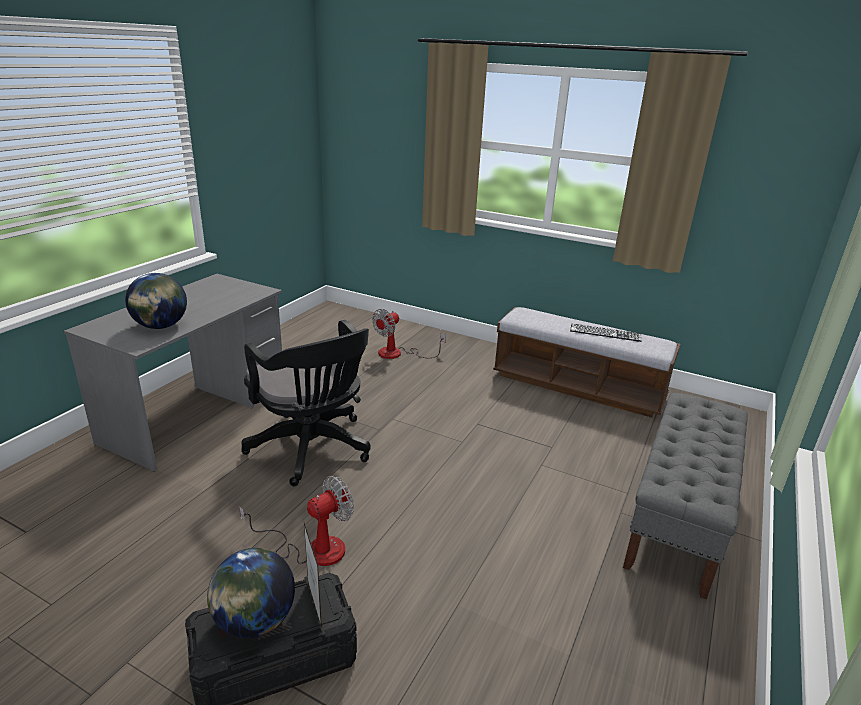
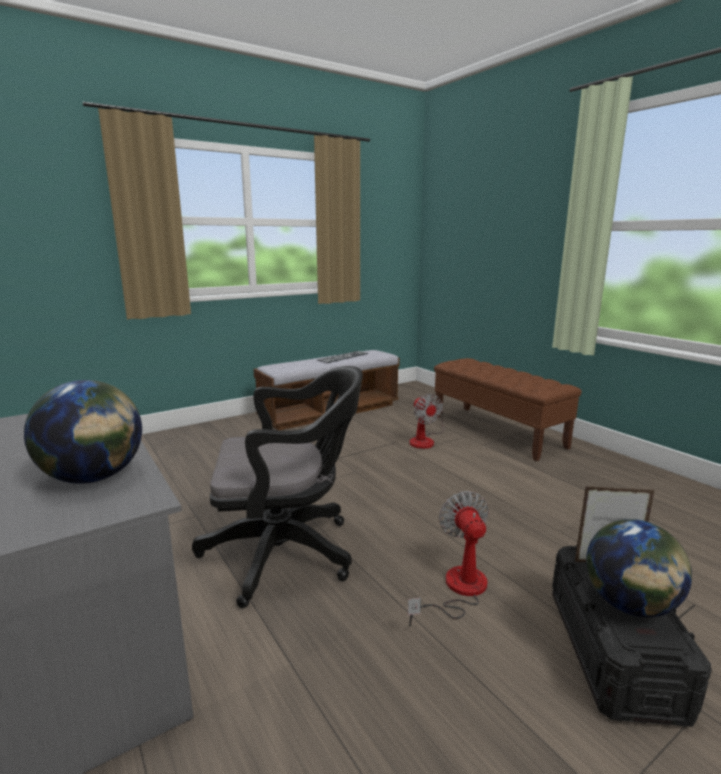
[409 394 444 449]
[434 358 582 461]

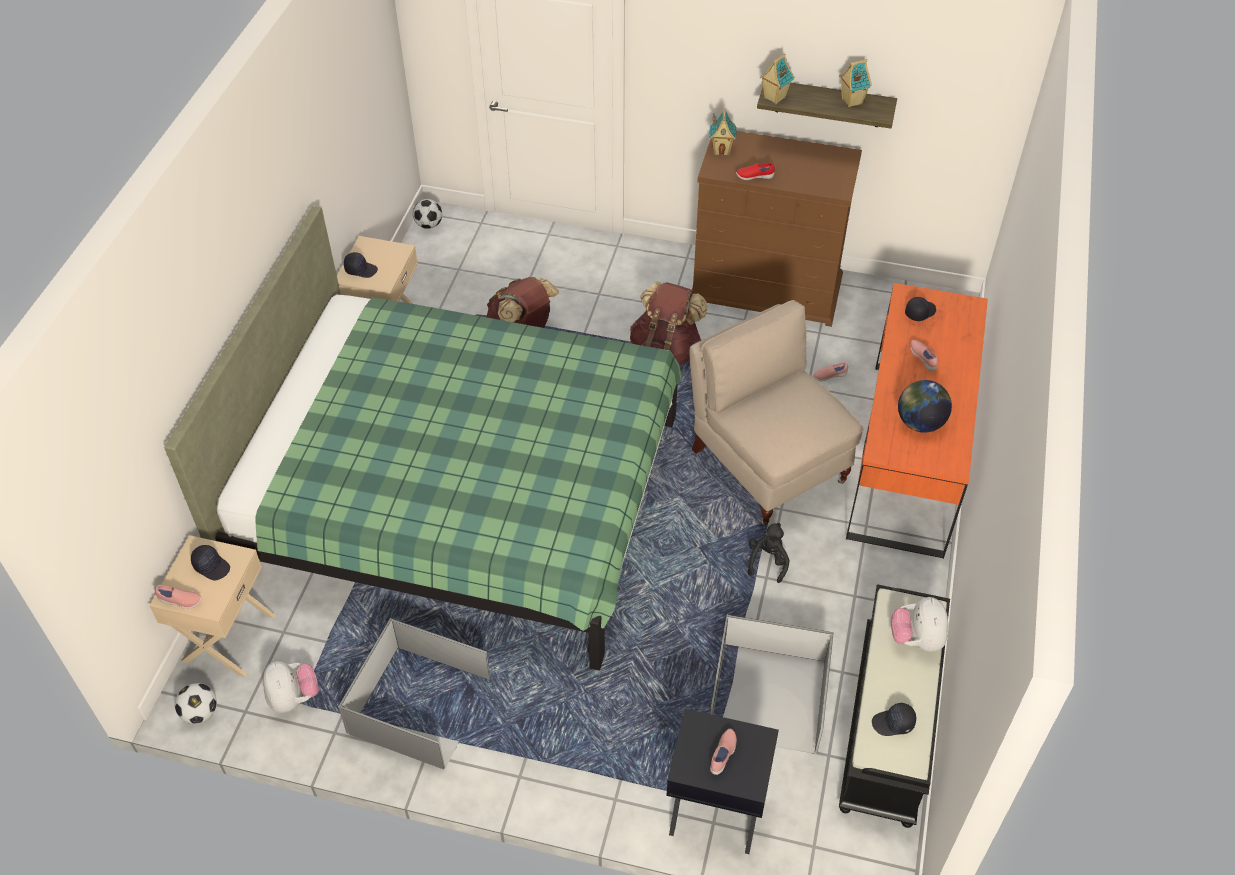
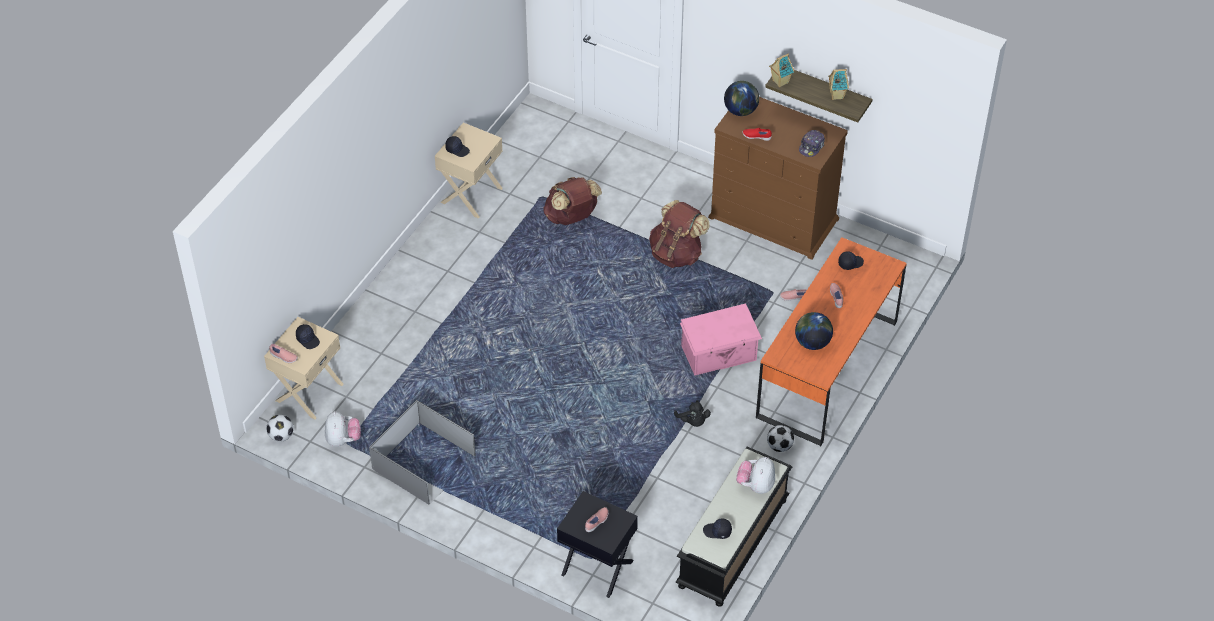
[164 206 682 670] (first image)
[767 425 794 452]
[680 303 762 376]
[724 81 759 116]
[710 615 834 754] (first image)
[674 400 711 427]
[799 130 825 157]

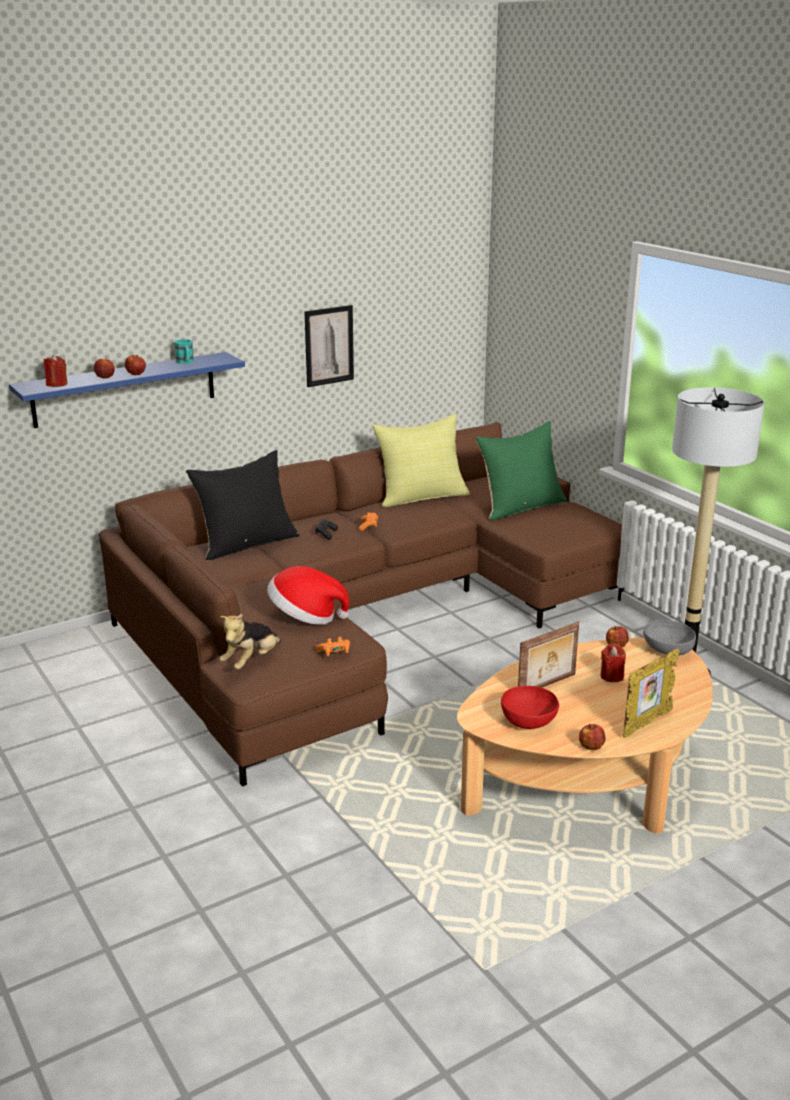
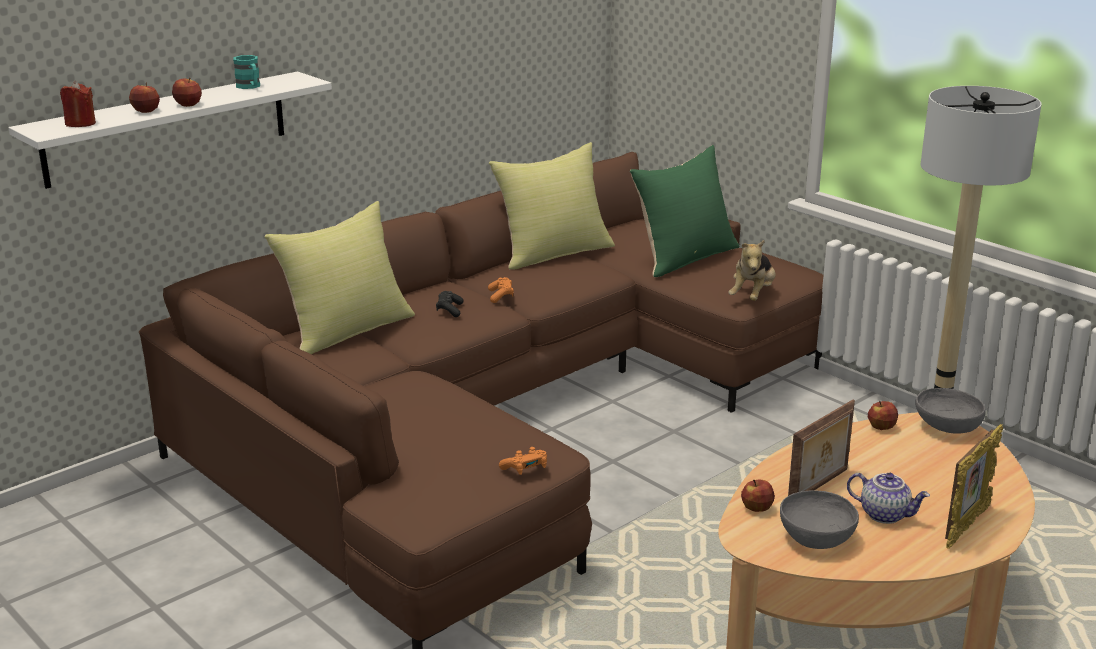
[9 72 332 189]
[264 201 415 354]
[728 240 776 301]
[267 566 349 625] (first image)
[304 305 354 387] (first image)
[780 490 859 549]
[741 479 775 512]
[600 643 626 682] (first image)
[847 473 930 524]

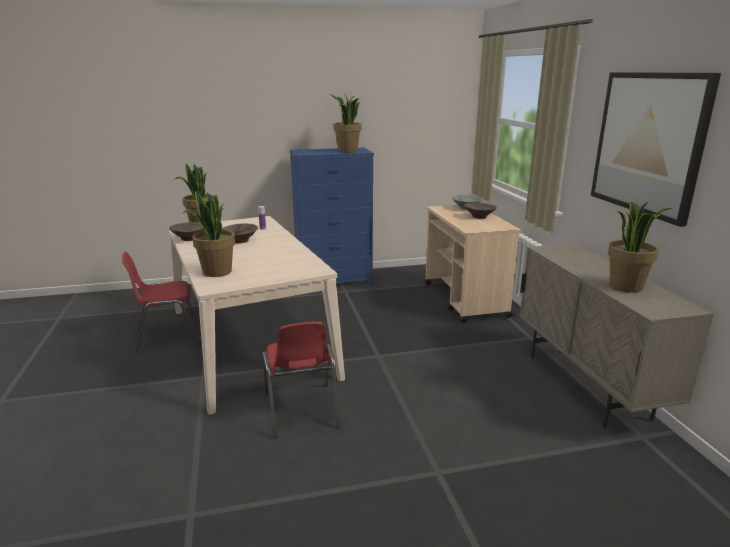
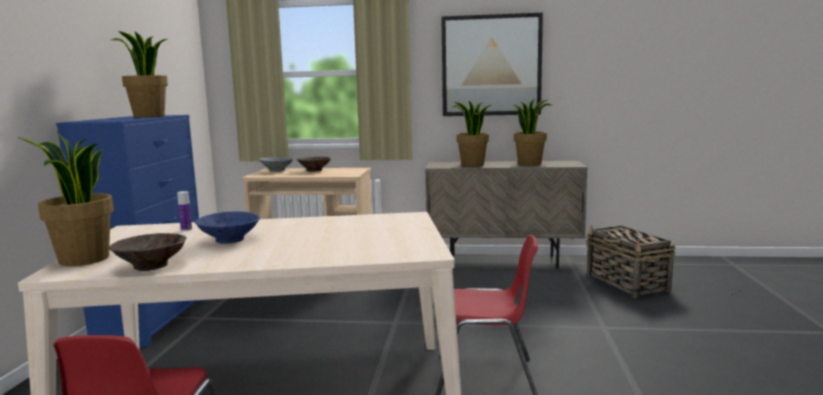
[453 101 492 167]
[195 211 260 244]
[586 225 676 298]

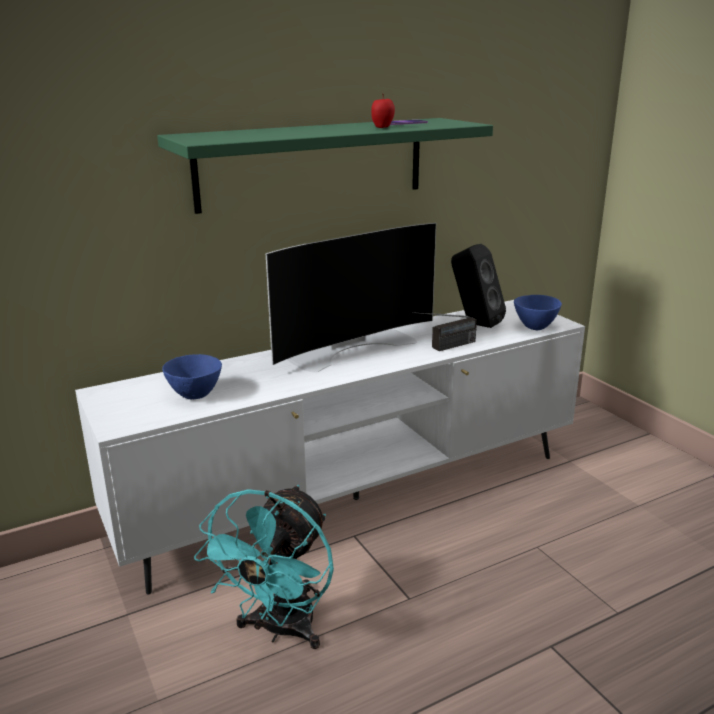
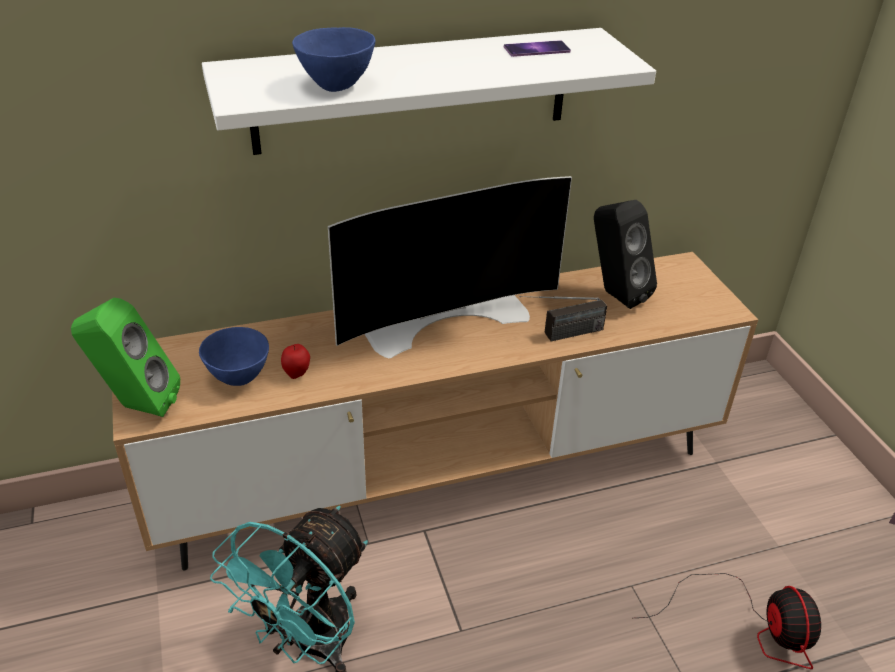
[112 252 758 570]
[202 28 656 155]
[281 344 310 379]
[292 27 375 92]
[71 298 180 417]
[637 573 821 669]

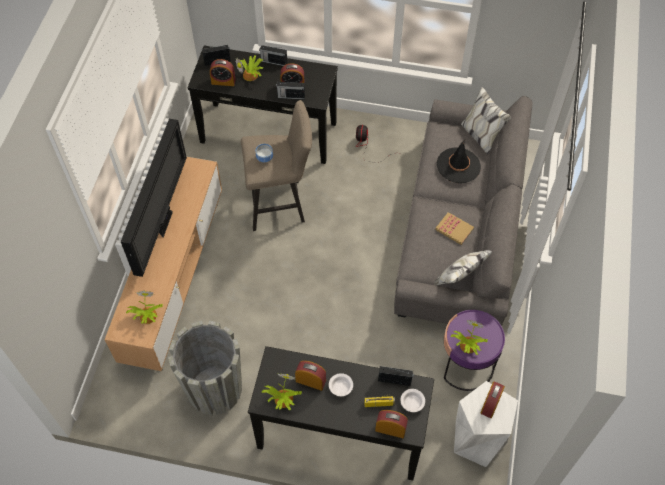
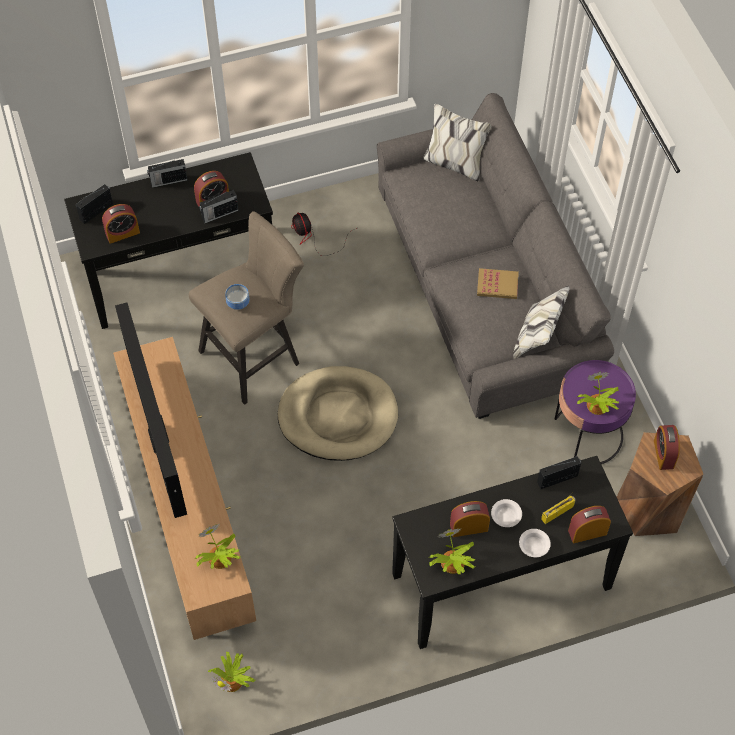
[168 320 242 415] (first image)
[208 652 255 692]
[519 529 551 557]
[437 140 481 183] (first image)
[617 432 704 536]
[278 366 398 461]

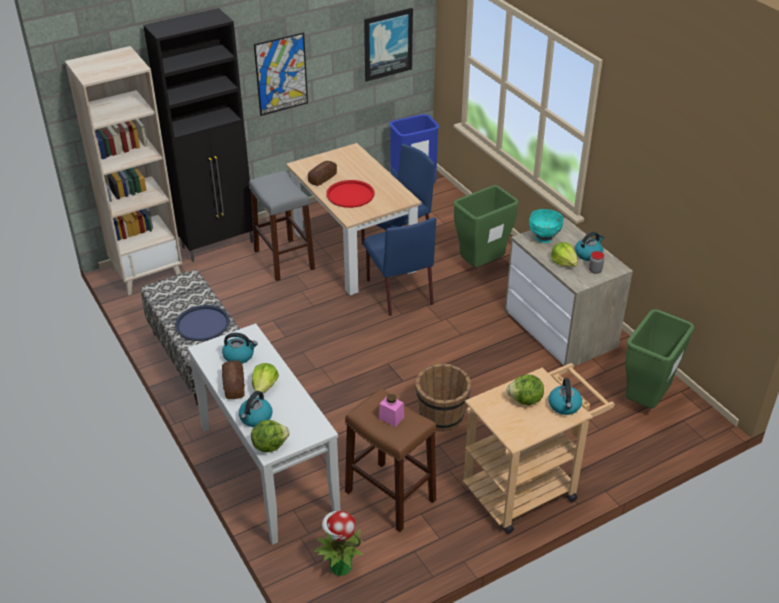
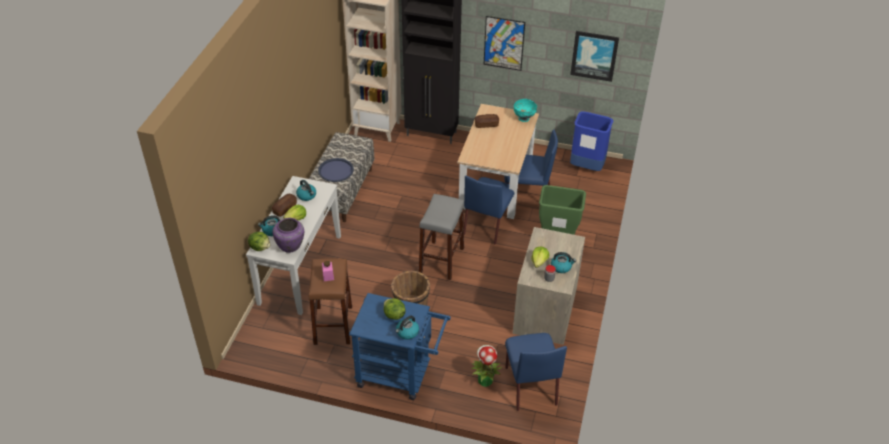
[419 194 465 280]
[471 345 503 387]
[326 180 375 208] (first image)
[349 293 451 400]
[514 99 537 122]
[505 333 567 411]
[273 218 304 253]

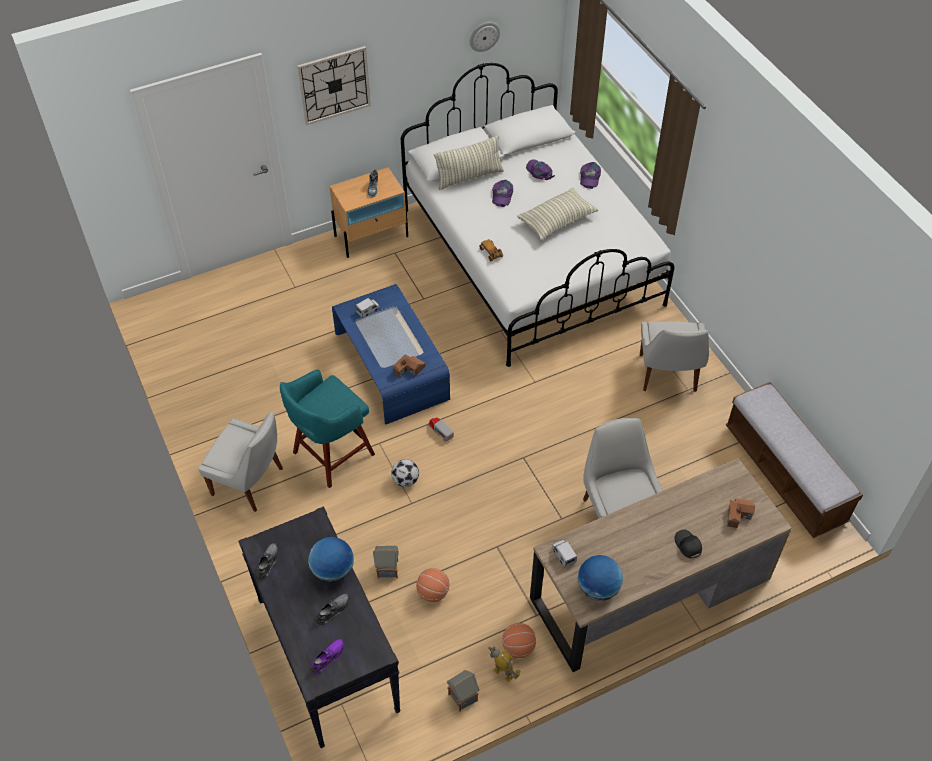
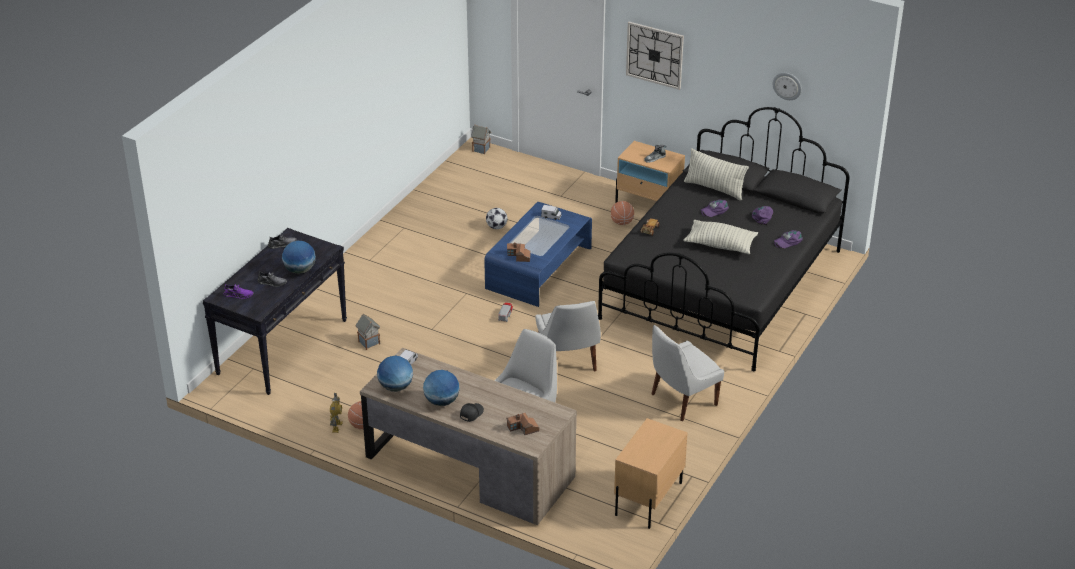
[535 301 601 371]
[280 369 375 488] (first image)
[486 208 507 229]
[598 107 849 371]
[611 201 634 225]
[471 125 491 154]
[614 418 688 529]
[423 370 460 406]

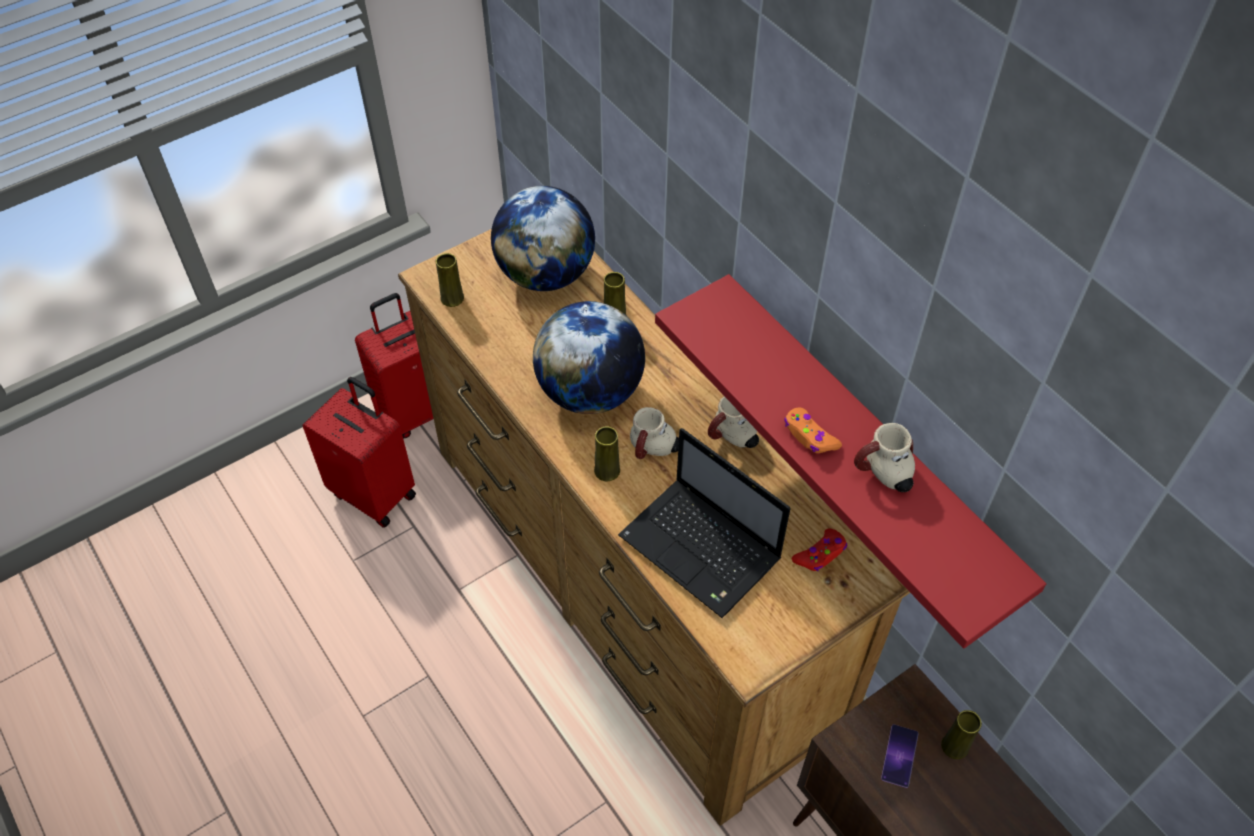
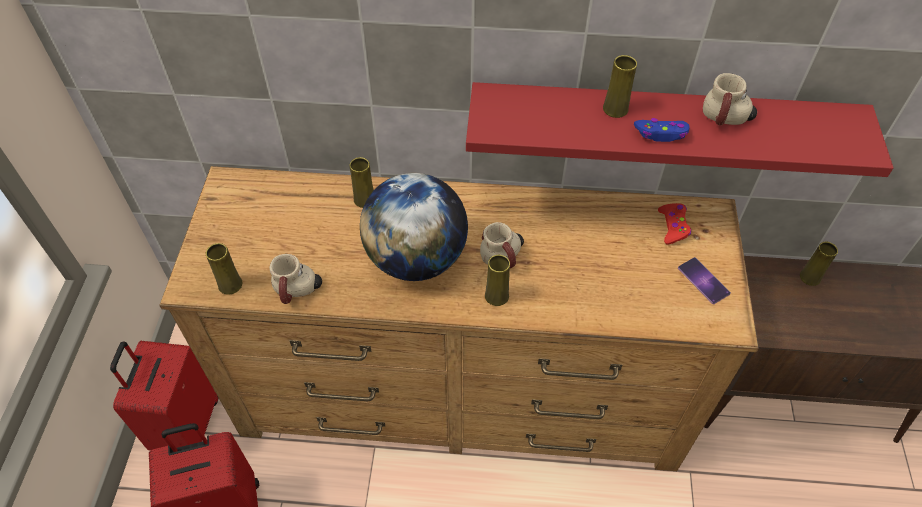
[491 186 595 291] (first image)
[618 428 791 618] (first image)
[270 254 322 304]
[634 118 690 142]
[678 257 731 304]
[603 55 637 118]

